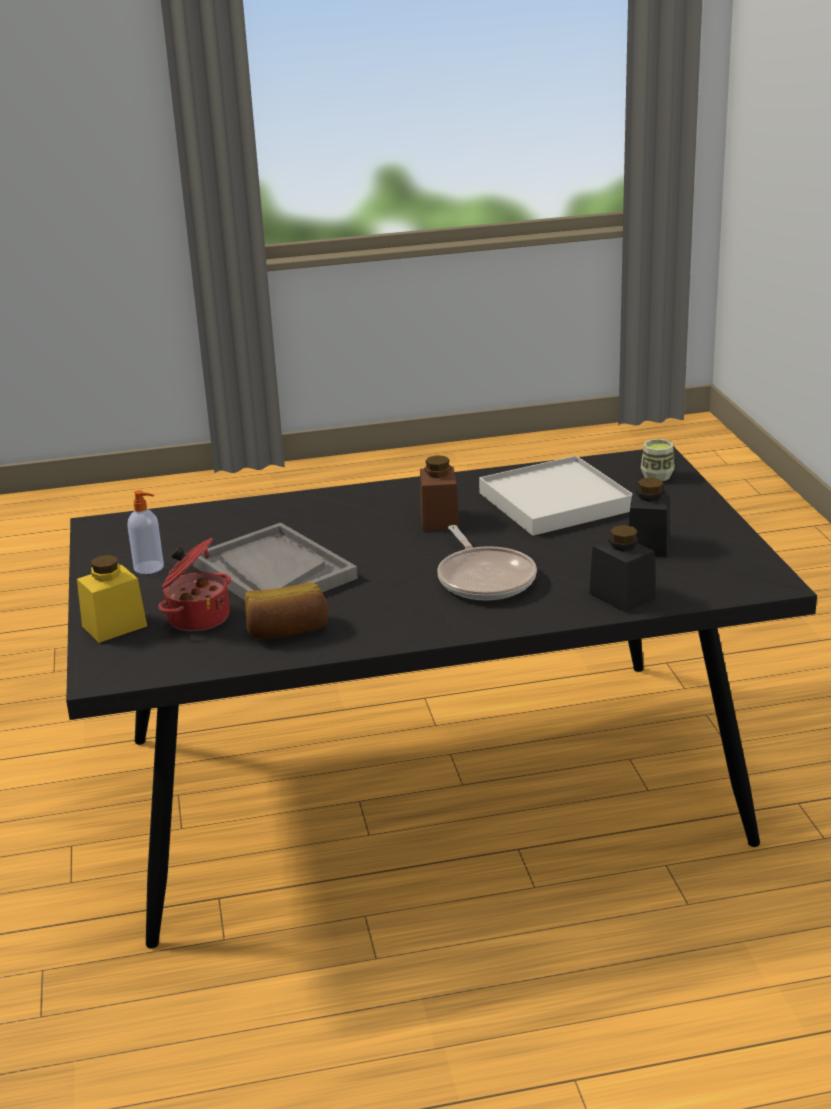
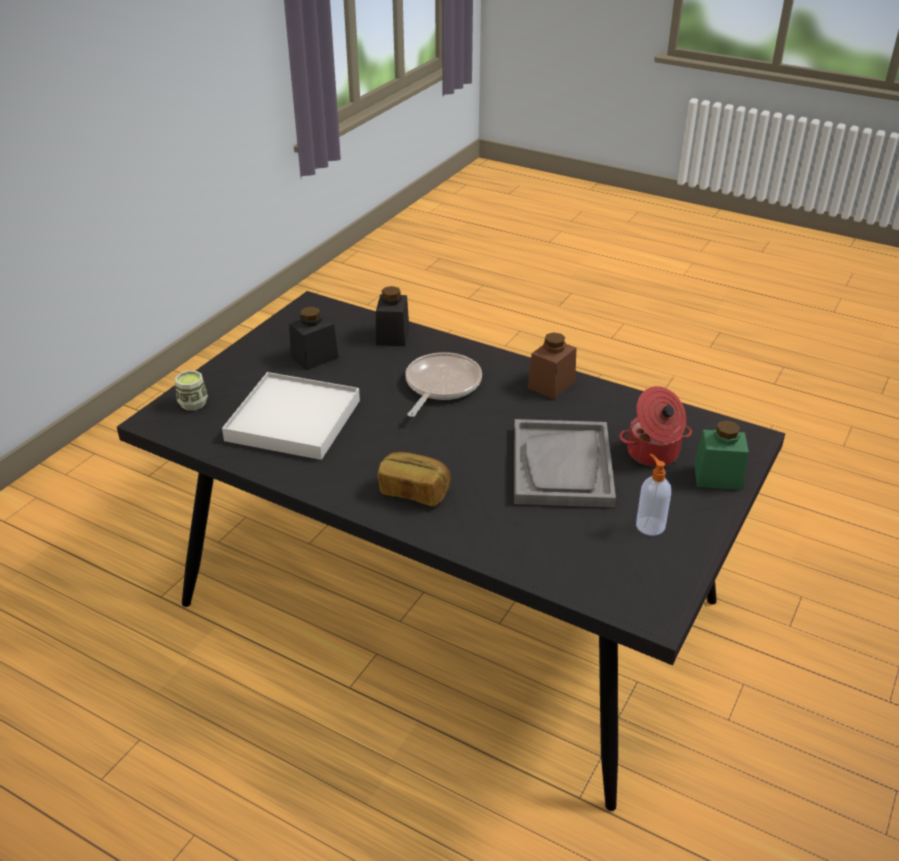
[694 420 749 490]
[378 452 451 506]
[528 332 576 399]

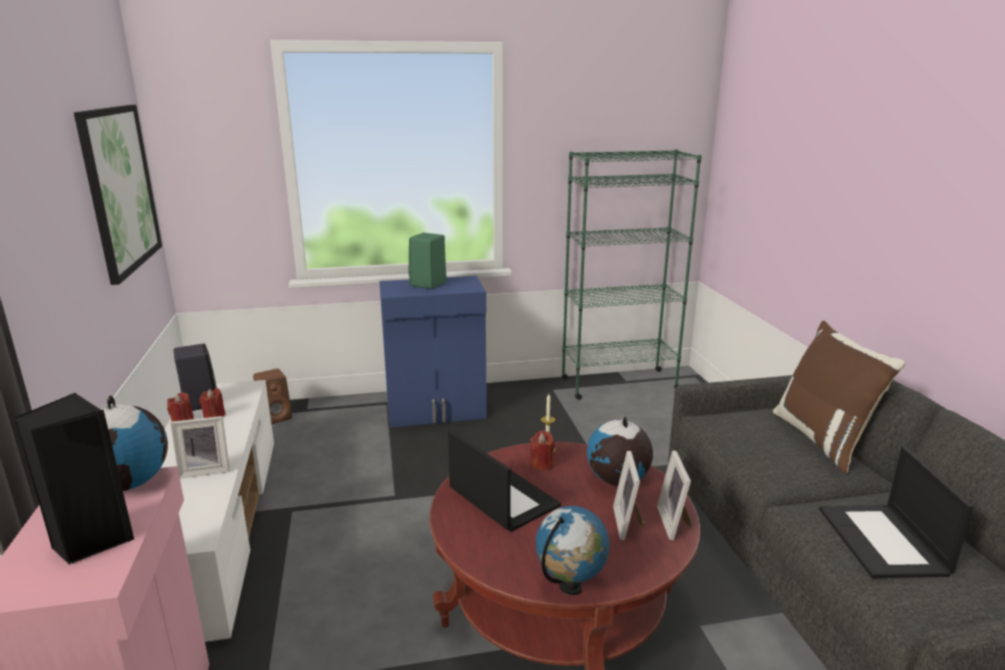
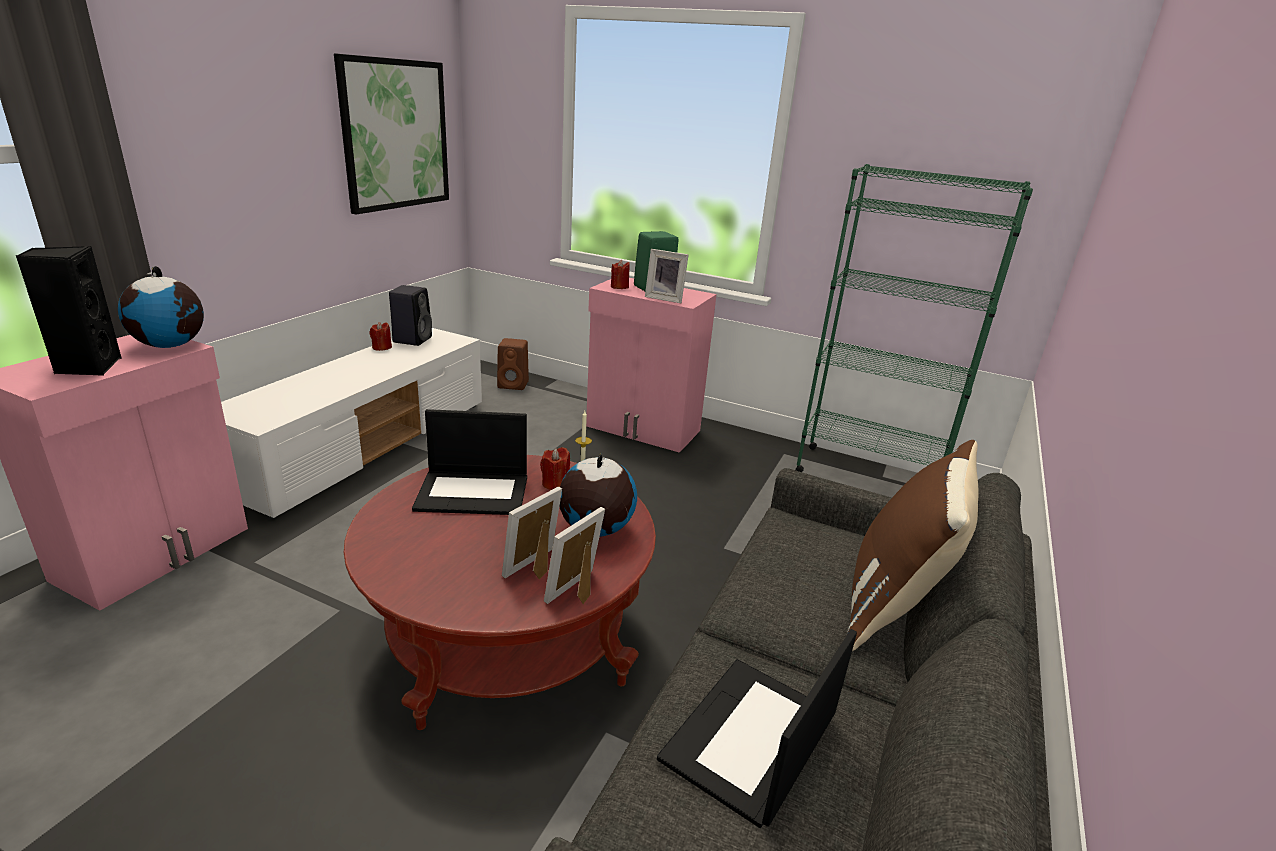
[645 249 689 303]
[611 260 630 289]
[586 278 717 453]
[412 409 527 515]
[536 506 610 595] (first image)

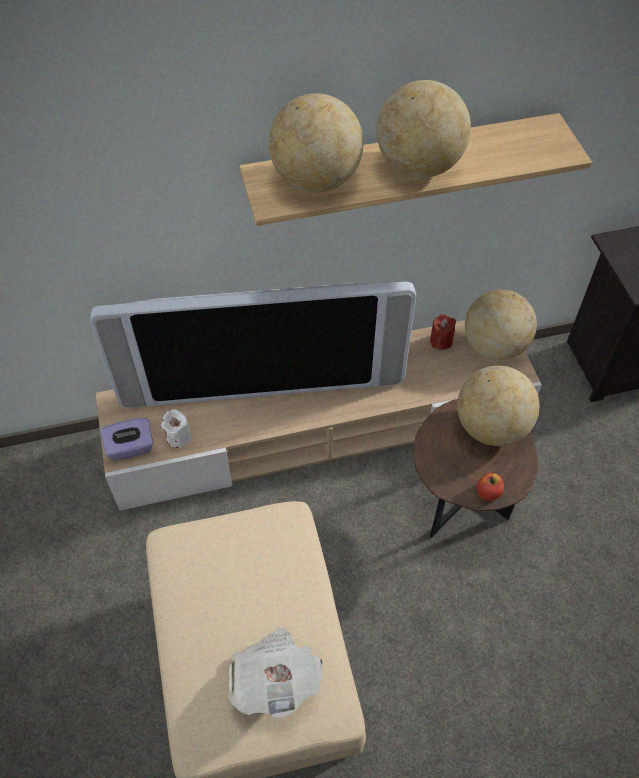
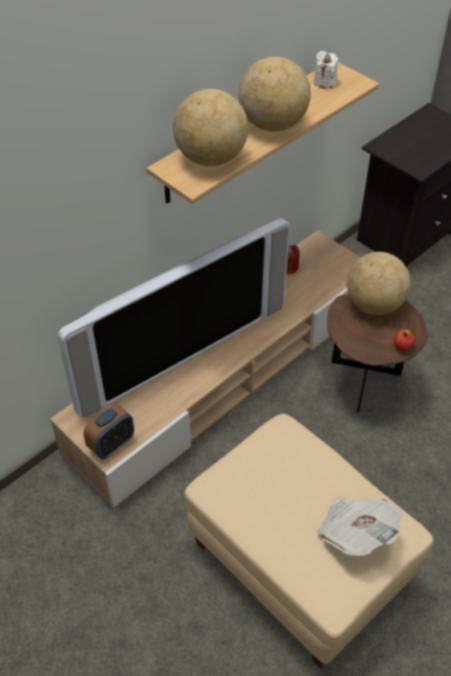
[83 404 134 459]
[314 51 338 89]
[465 289 537 360] (first image)

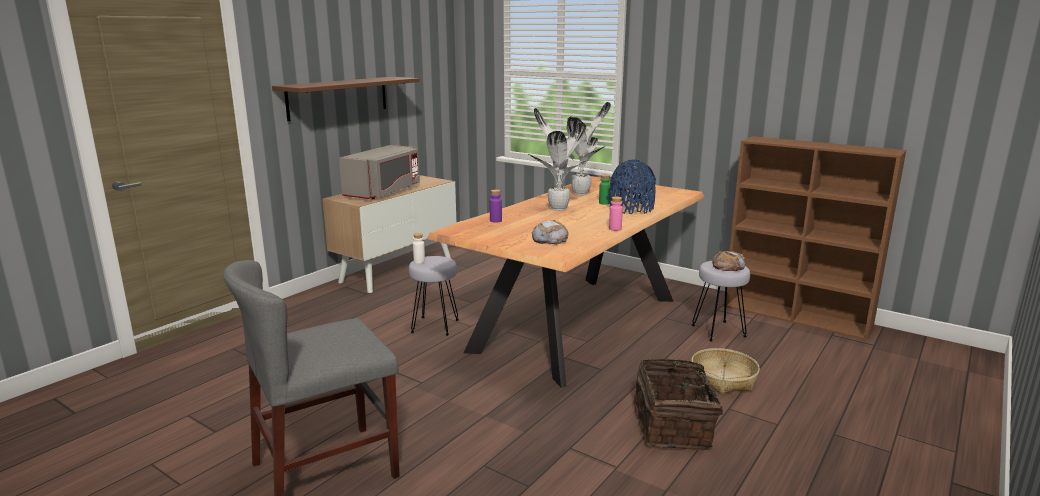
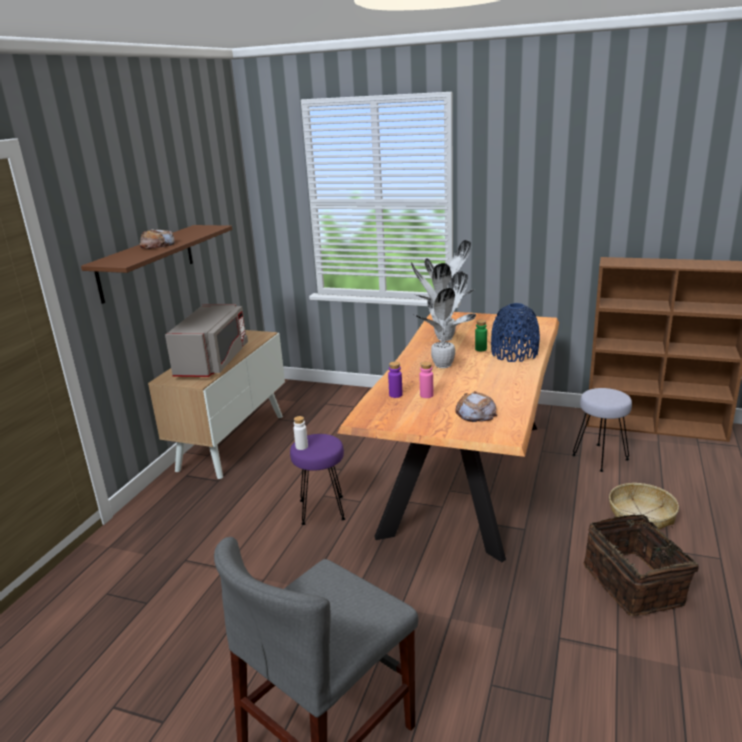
[290 434 345 525]
[420 362 433 398]
[140 229 174 249]

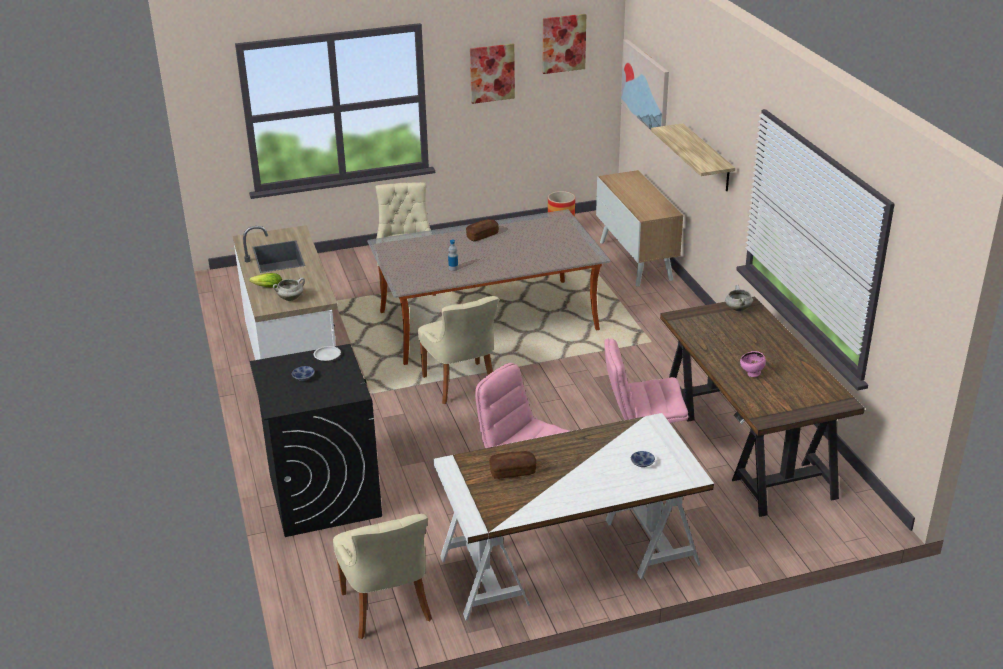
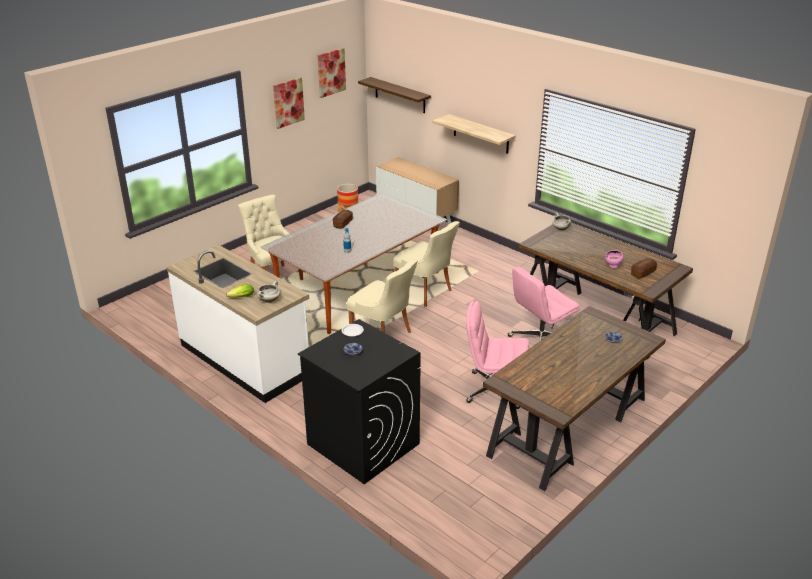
[393 221 460 307]
[483 306 666 491]
[631 258 657 279]
[358 77 431 113]

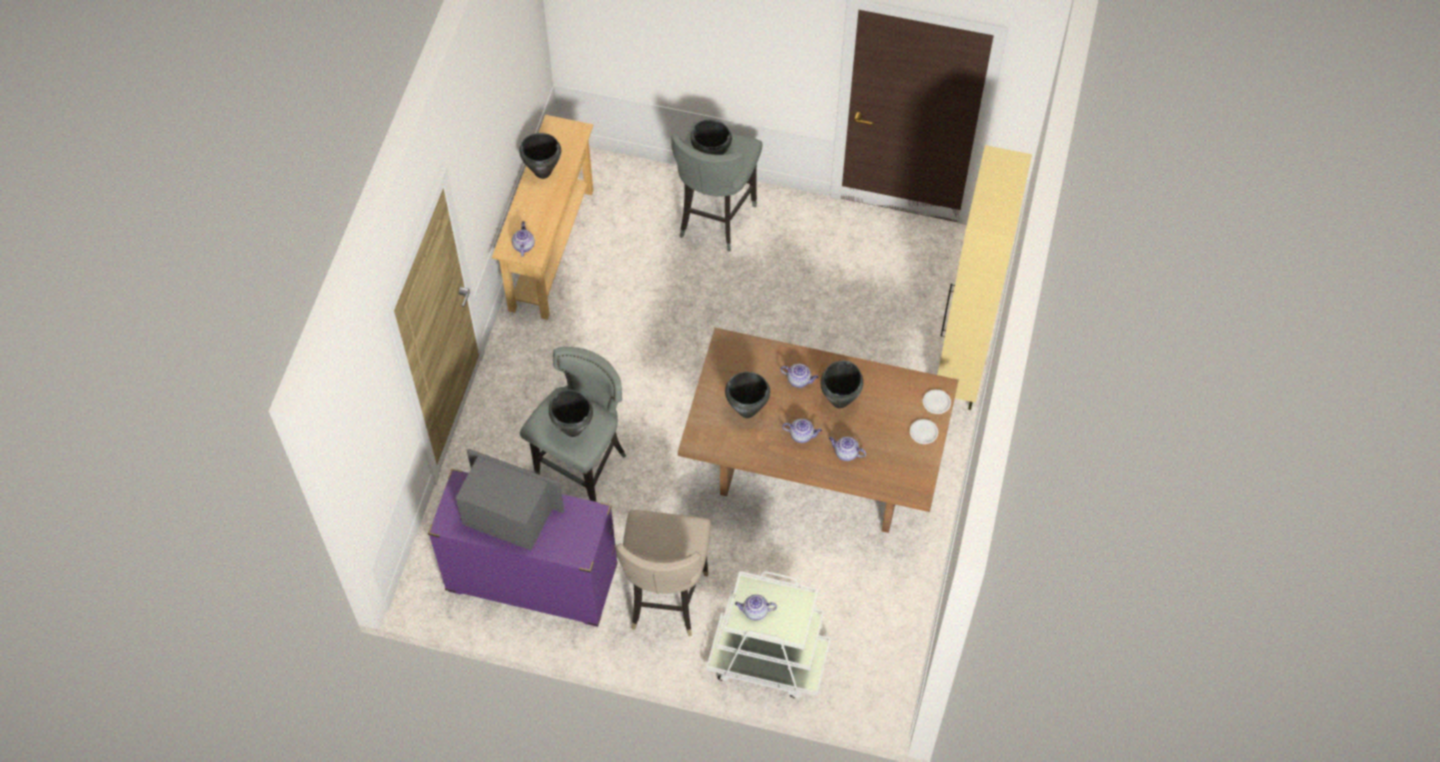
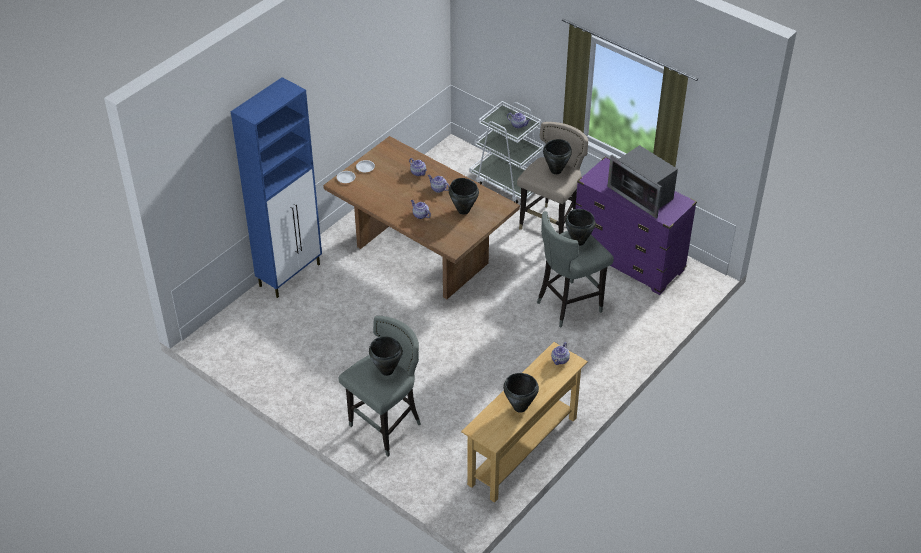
[543 139 572 174]
[231 77 322 298]

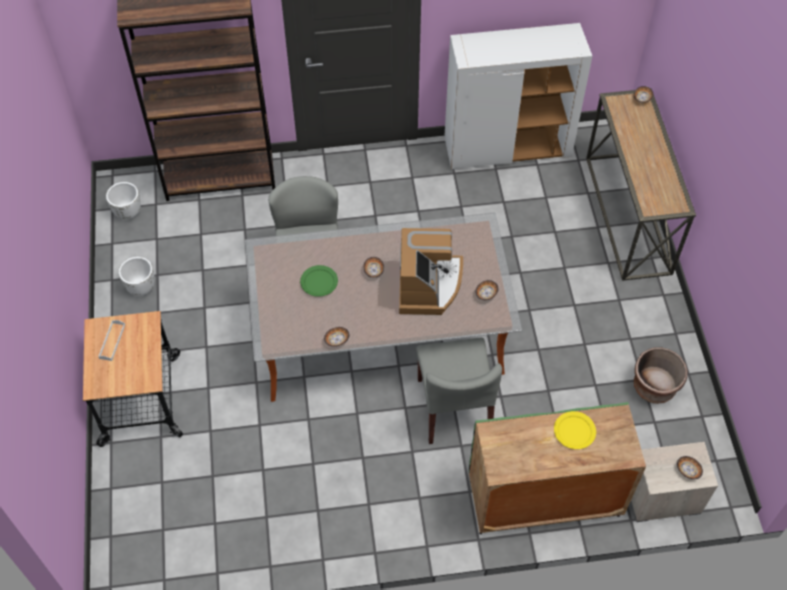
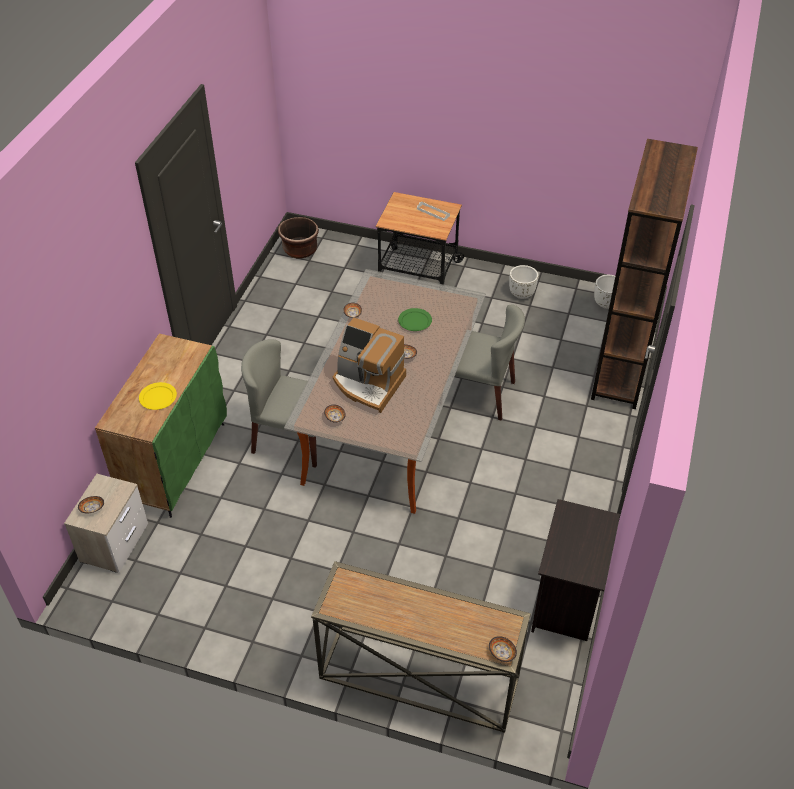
[531 499 620 641]
[278 217 319 259]

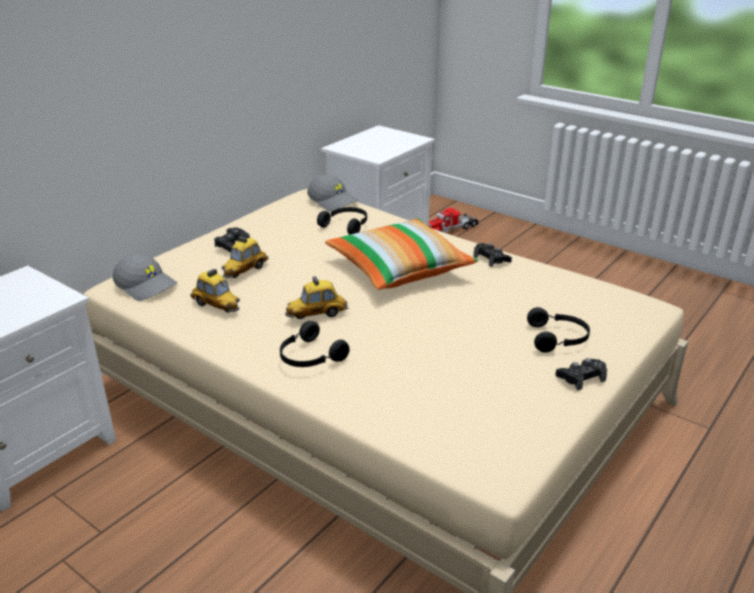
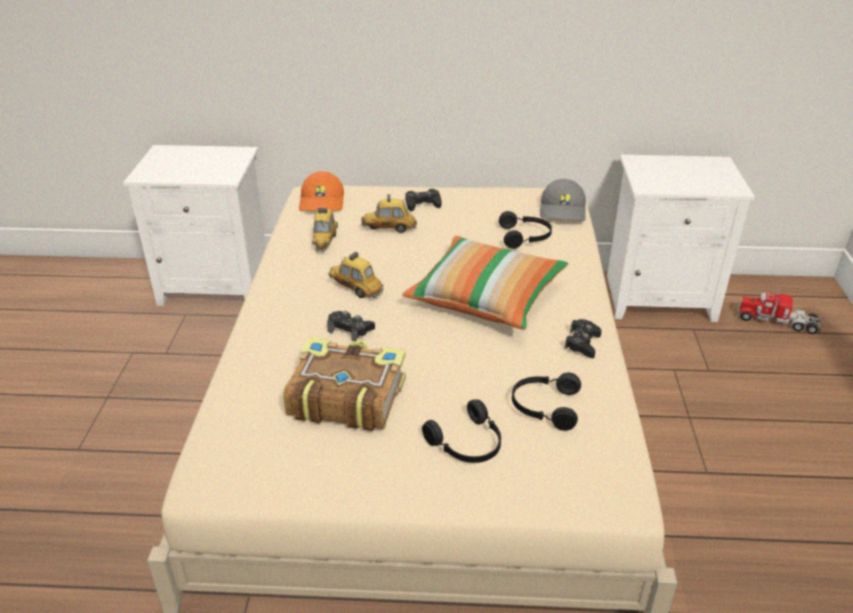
[299 171 344 211]
[512 372 581 431]
[327 311 375 342]
[283 337 406 431]

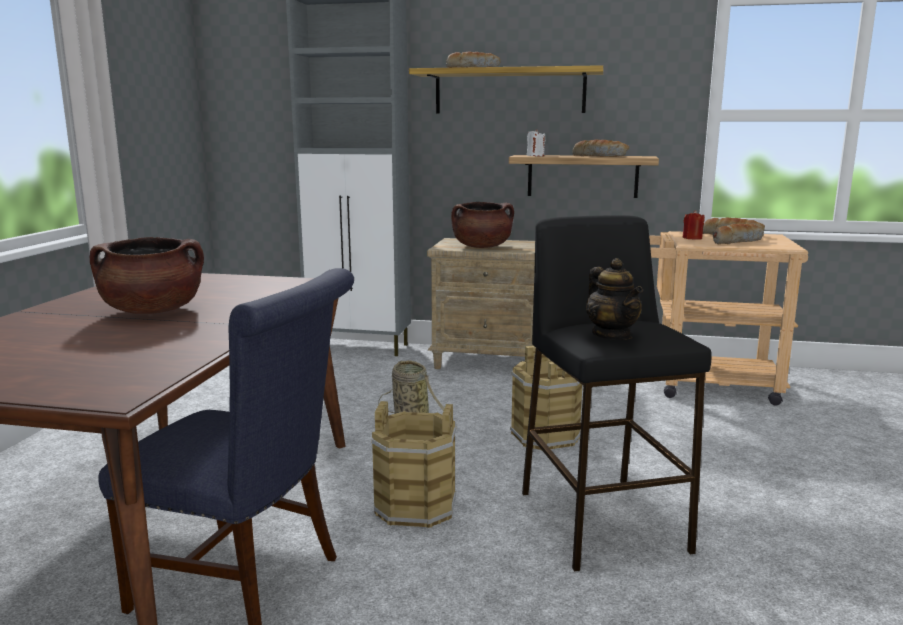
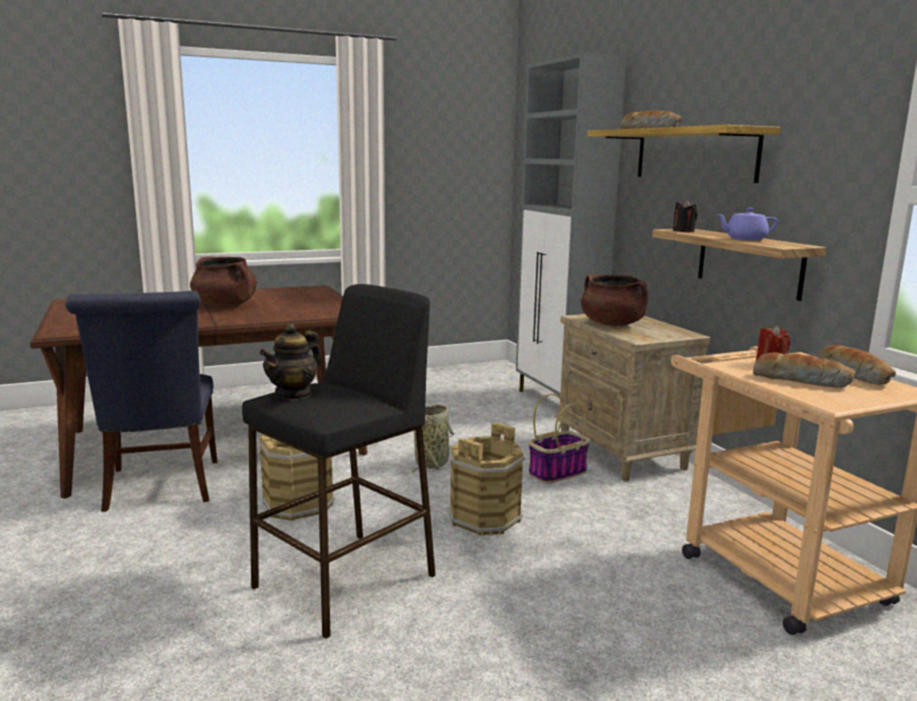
[673 200 698 232]
[716 208 778 240]
[529 393 590 484]

